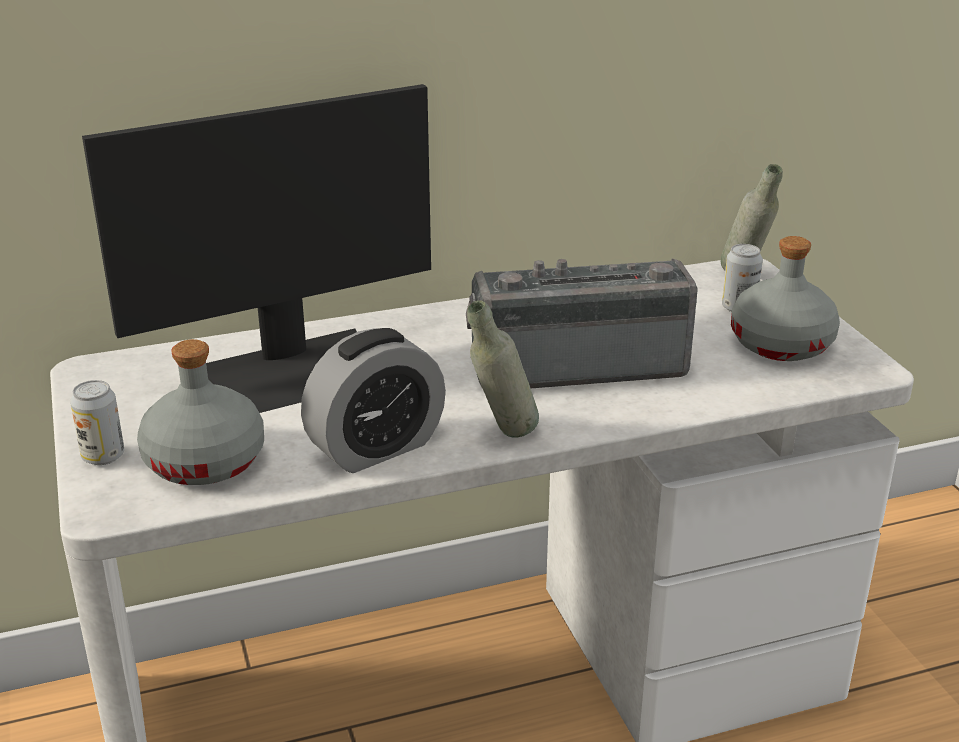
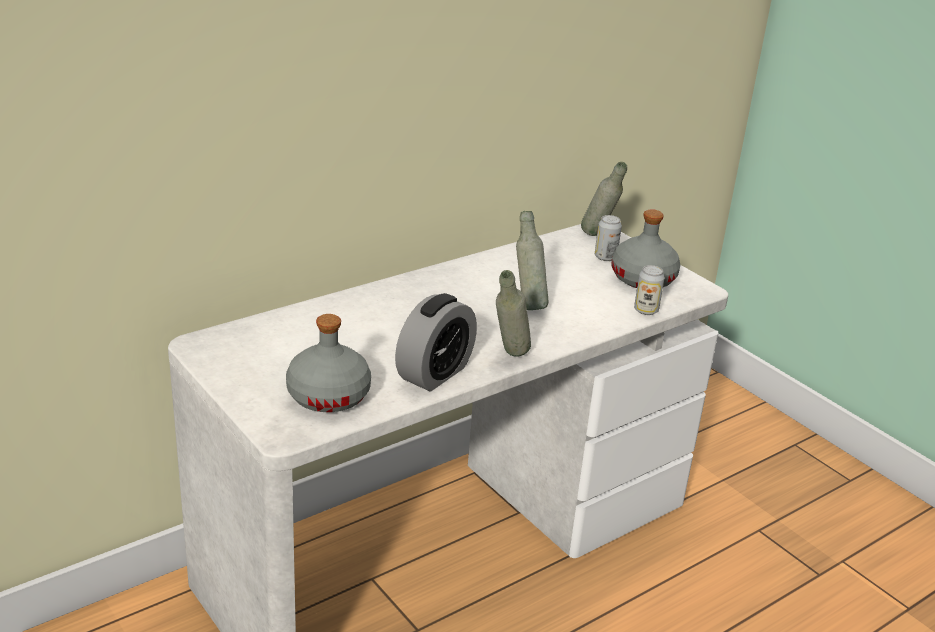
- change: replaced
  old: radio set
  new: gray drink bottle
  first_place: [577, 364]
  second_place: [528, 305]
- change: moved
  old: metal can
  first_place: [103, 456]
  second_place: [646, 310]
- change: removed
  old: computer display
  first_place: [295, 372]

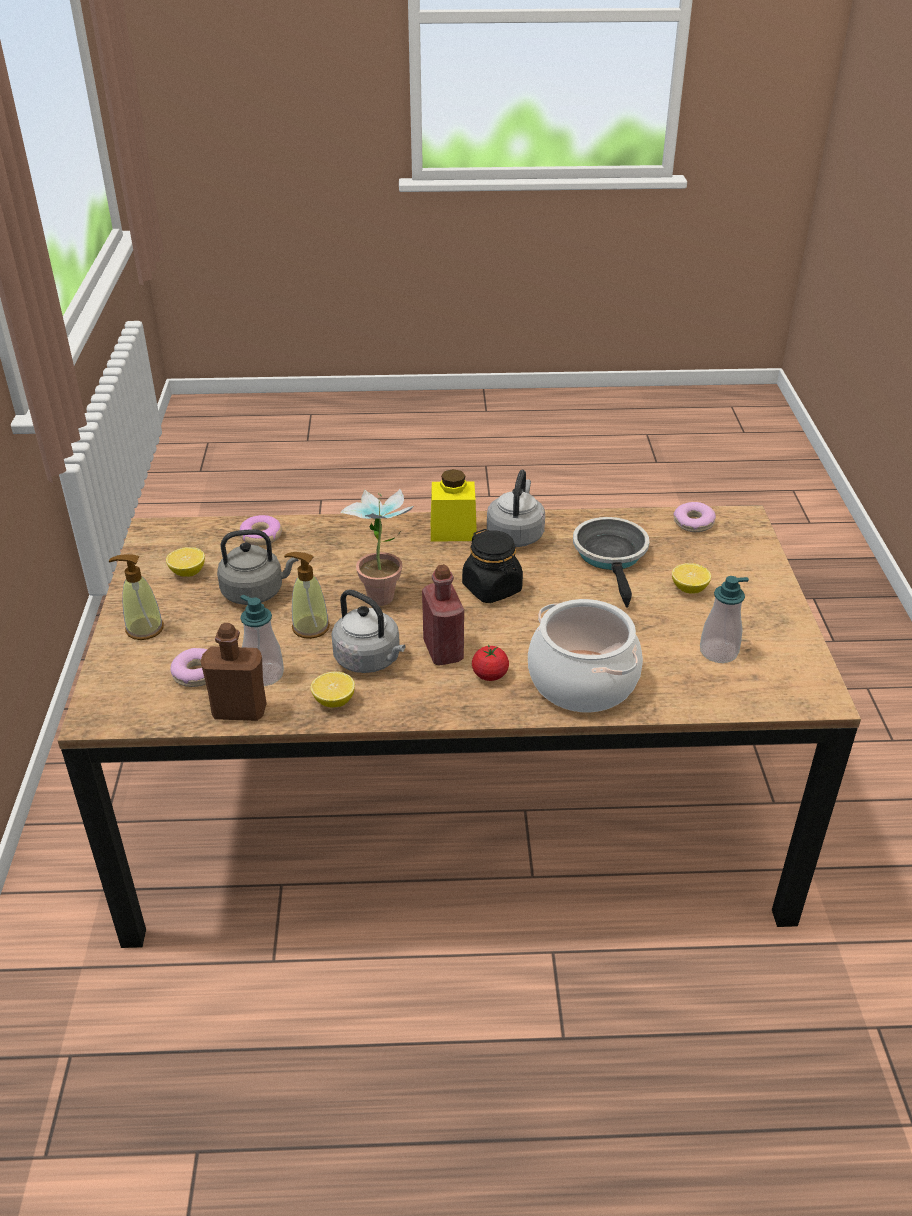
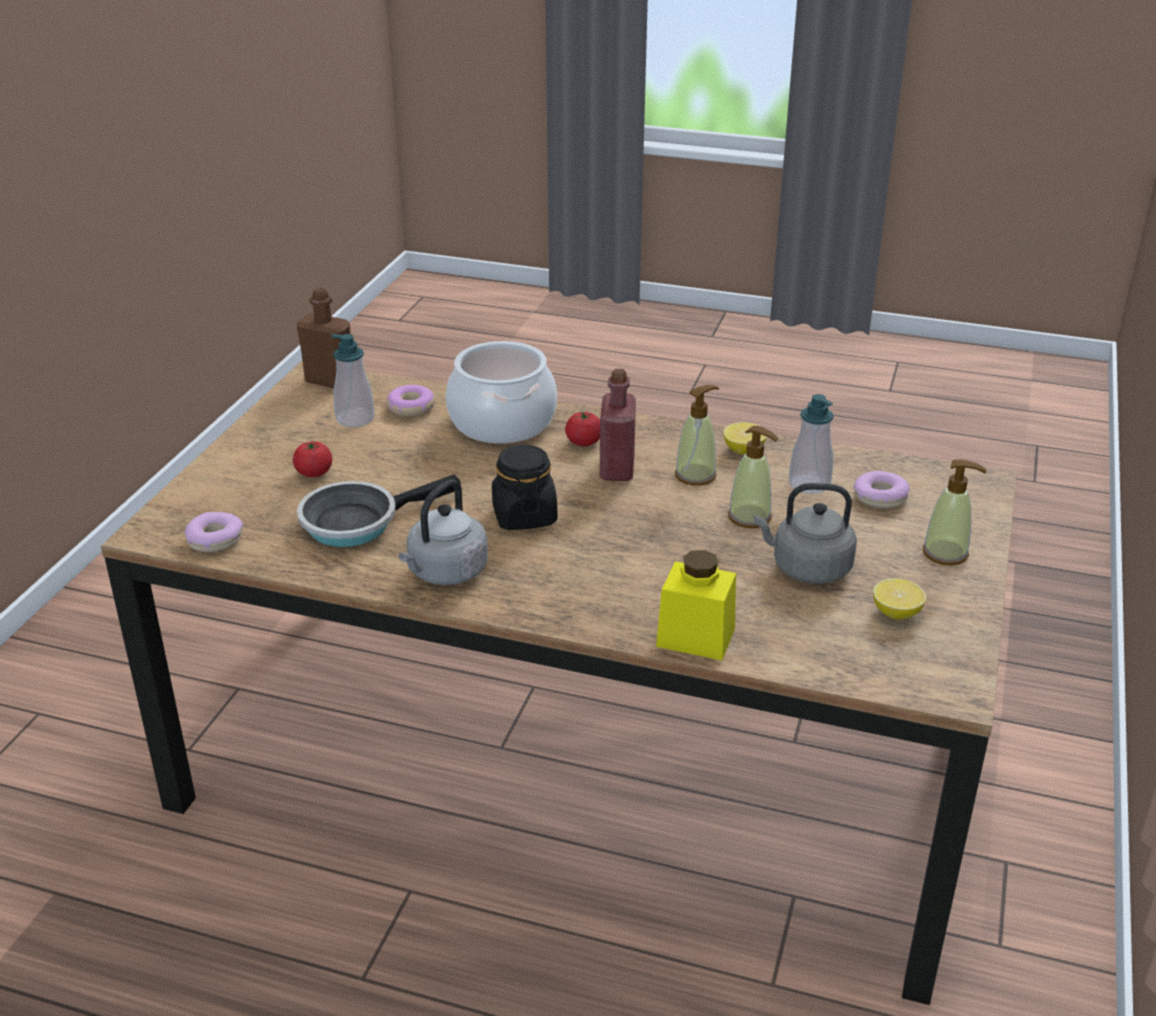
- change: replaced
  old: citrus fruit
  new: fresh tomato
  first_place: [689, 589]
  second_place: [314, 473]
- change: moved
  old: brown-coloured drink bottle
  first_place: [239, 711]
  second_place: [329, 381]
- change: turned
  old: skillet
  first_place: [611, 556]
  second_place: [357, 522]
  degrees: 45
- change: moved
  old: doughnut
  first_place: [261, 536]
  second_place: [411, 407]
- change: moved
  old: yellowish jar
  first_place: [453, 531]
  second_place: [695, 637]
- change: replaced
  old: gray tea kettle
  new: liquid soap bottle
  first_place: [370, 660]
  second_place: [695, 475]
- change: removed
  old: houseplant
  first_place: [383, 592]

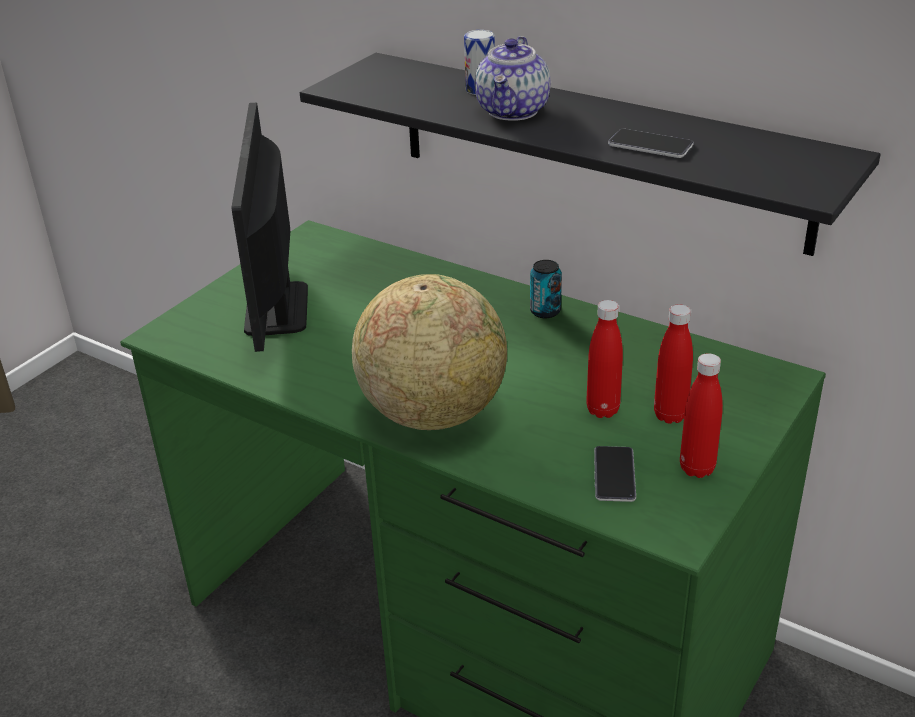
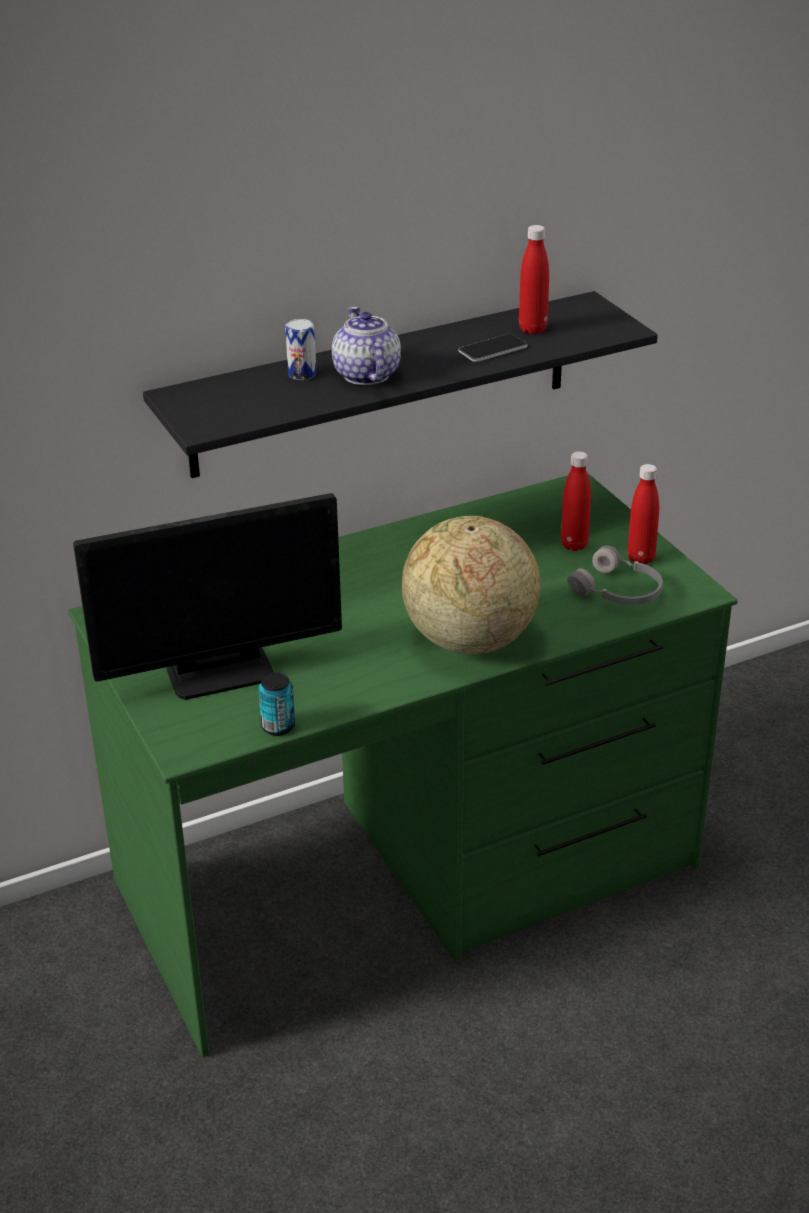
- change: turned
  old: computer display
  first_place: [277, 309]
  second_place: [220, 671]
  degrees: -45
- change: moved
  old: metal can
  first_place: [545, 311]
  second_place: [278, 726]
- change: turned
  old: teapot
  first_place: [513, 111]
  second_place: [365, 375]
  degrees: -150
- change: moved
  old: reddish drink bottle
  first_place: [602, 410]
  second_place: [532, 329]
- change: replaced
  old: telephone
  new: gray headset
  first_place: [614, 475]
  second_place: [618, 592]

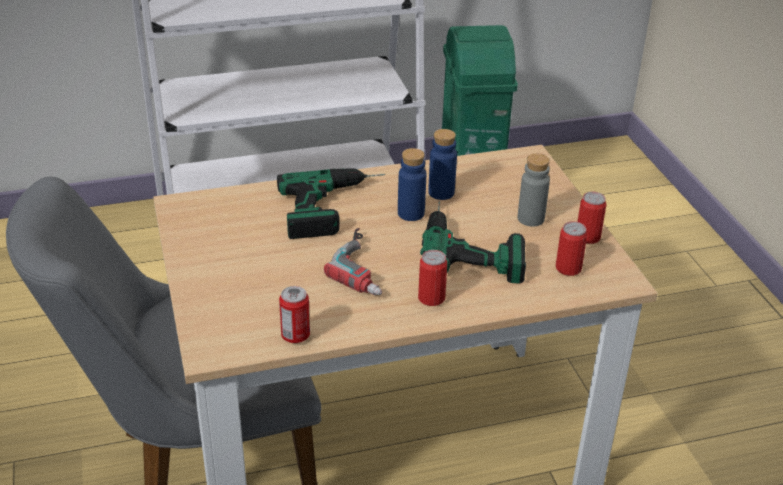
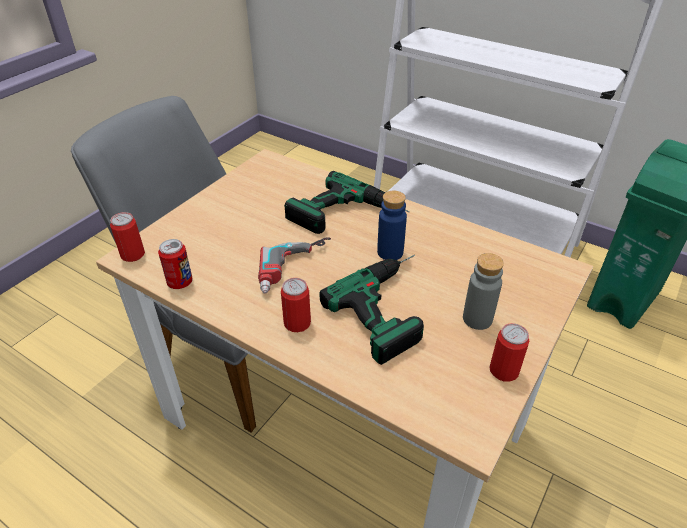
- change: moved
  old: metal can
  first_place: [568, 268]
  second_place: [133, 255]
- change: removed
  old: blue-coloured drink bottle
  first_place: [441, 193]

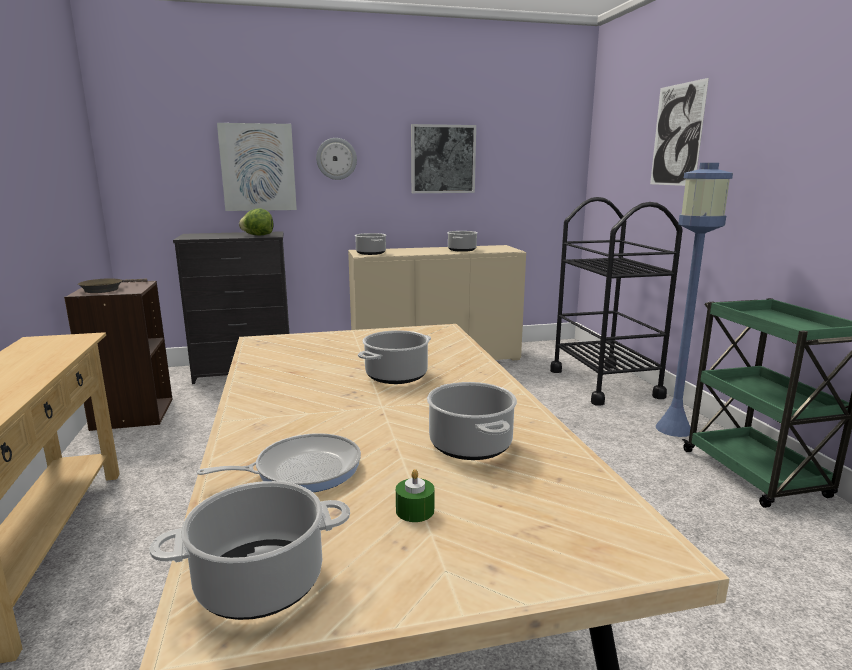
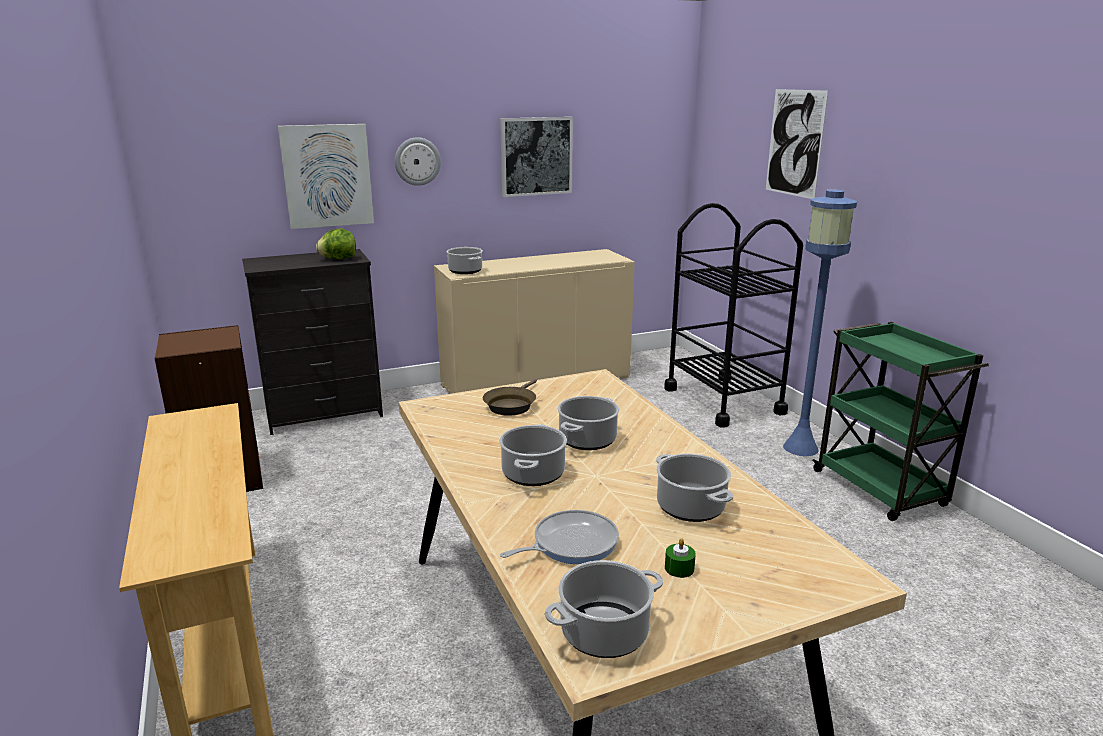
- change: moved
  old: brown-coloured skillet
  first_place: [105, 289]
  second_place: [511, 405]
- change: moved
  old: cooking pot
  first_place: [462, 250]
  second_place: [533, 473]

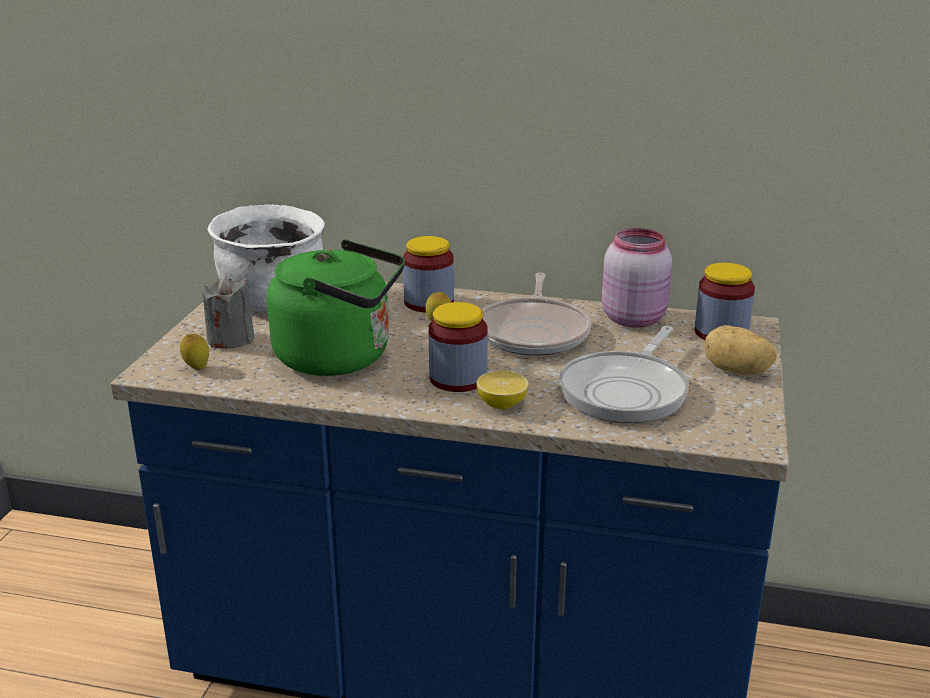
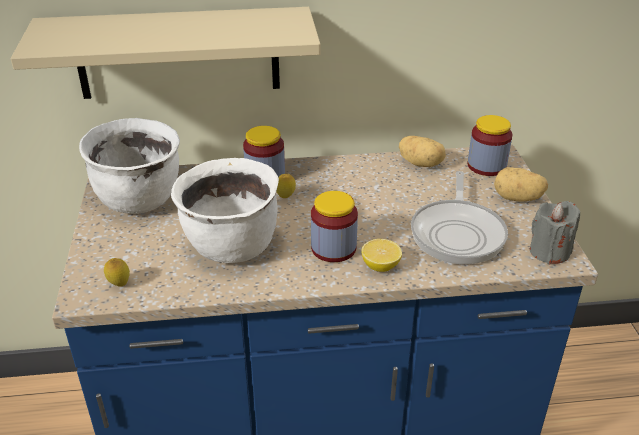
- change: added
  new: beige wall shelf
  second_place: [178, 53]
- change: replaced
  old: green tea kettle
  new: whitish cooking pot
  first_place: [341, 358]
  second_place: [231, 247]
- change: replaced
  old: pinkish jar
  new: whole potato
  first_place: [634, 318]
  second_place: [421, 163]
- change: moved
  old: gray candle
  first_place: [231, 339]
  second_place: [549, 252]
- change: removed
  old: skillet
  first_place: [534, 332]

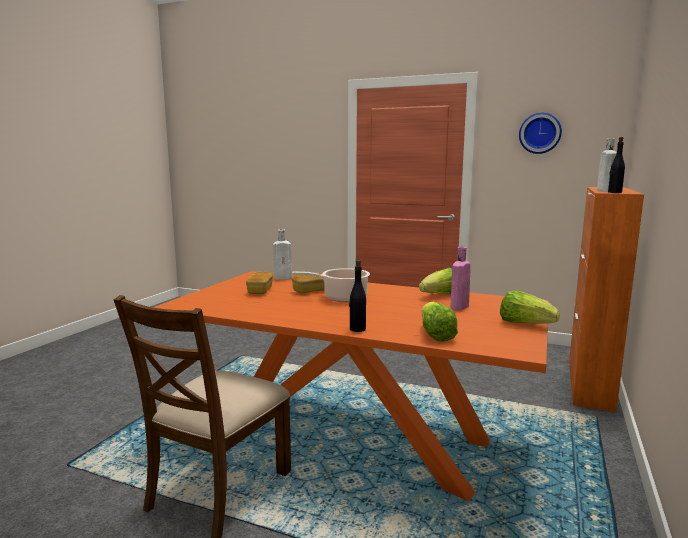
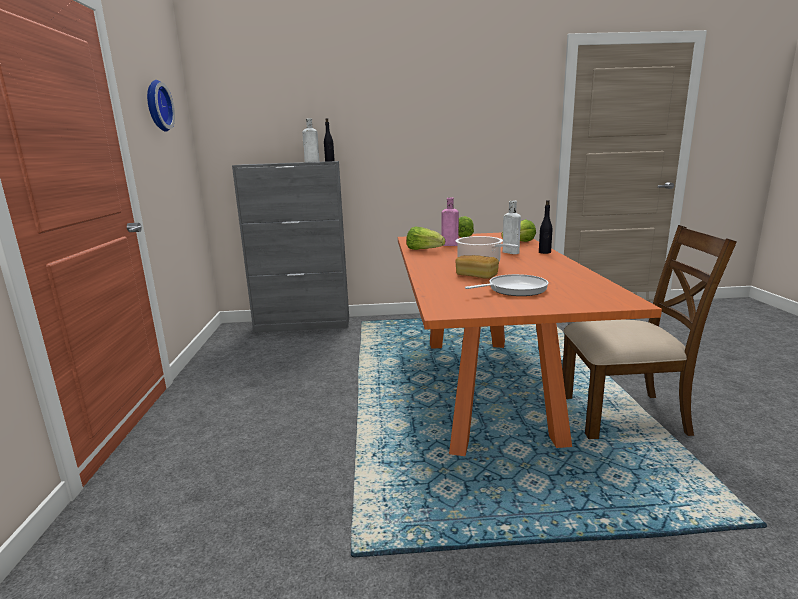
- change: recoloured
  old: orange cupboard
  new: gray cupboard
  first_place: [589, 383]
  second_place: [303, 325]
- change: replaced
  old: baked bread
  new: skillet
  first_place: [260, 291]
  second_place: [514, 289]
- change: moved
  old: whitish drink bottle
  first_place: [284, 278]
  second_place: [509, 252]

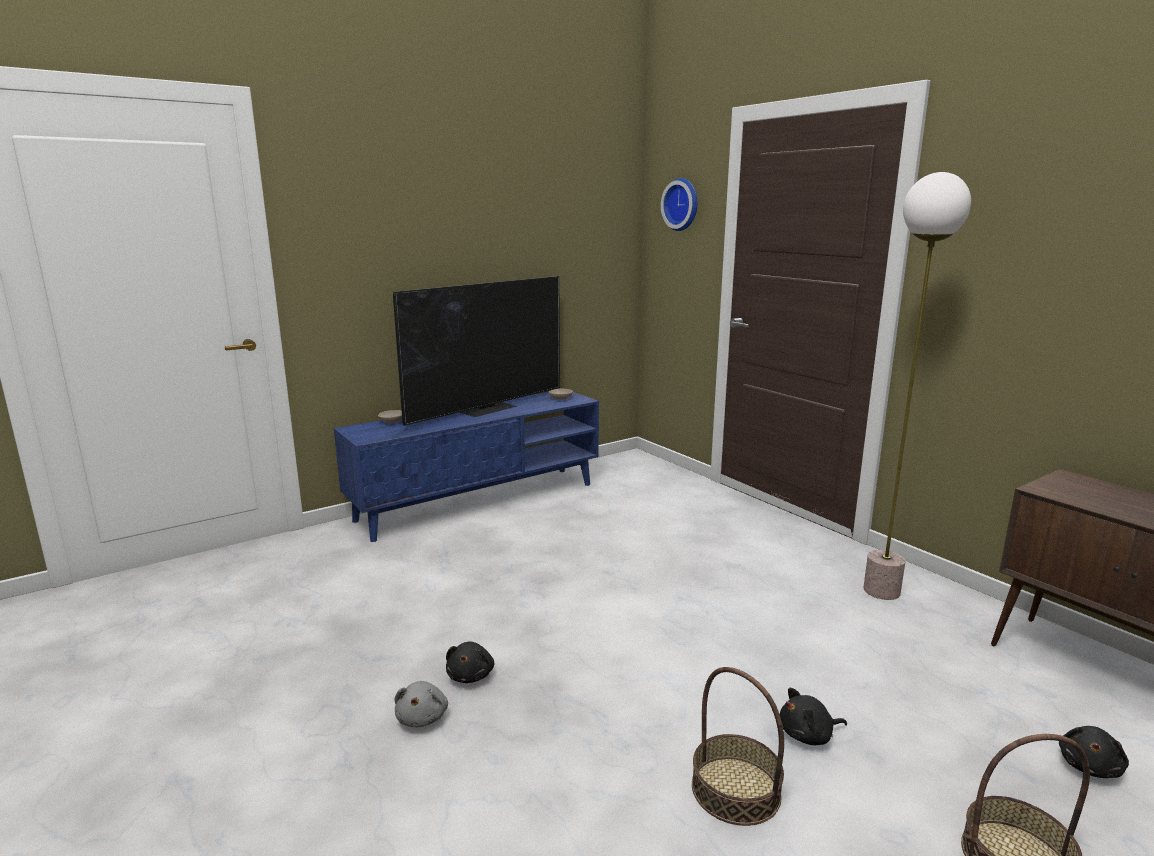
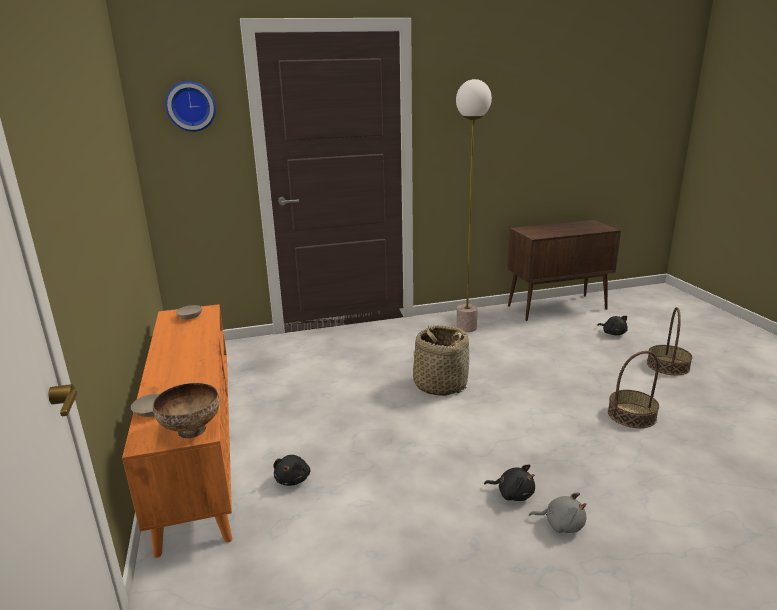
- change: recoloured
  old: blue-coloured media console
  new: orange media console
  first_place: [479, 501]
  second_place: [197, 451]
- change: added
  new: serving bowl
  second_place: [190, 431]
- change: moved
  old: blackish plush toy
  first_place: [808, 735]
  second_place: [293, 479]
- change: added
  new: household basket
  second_place: [440, 384]
- change: removed
  old: TV set
  first_place: [487, 408]

